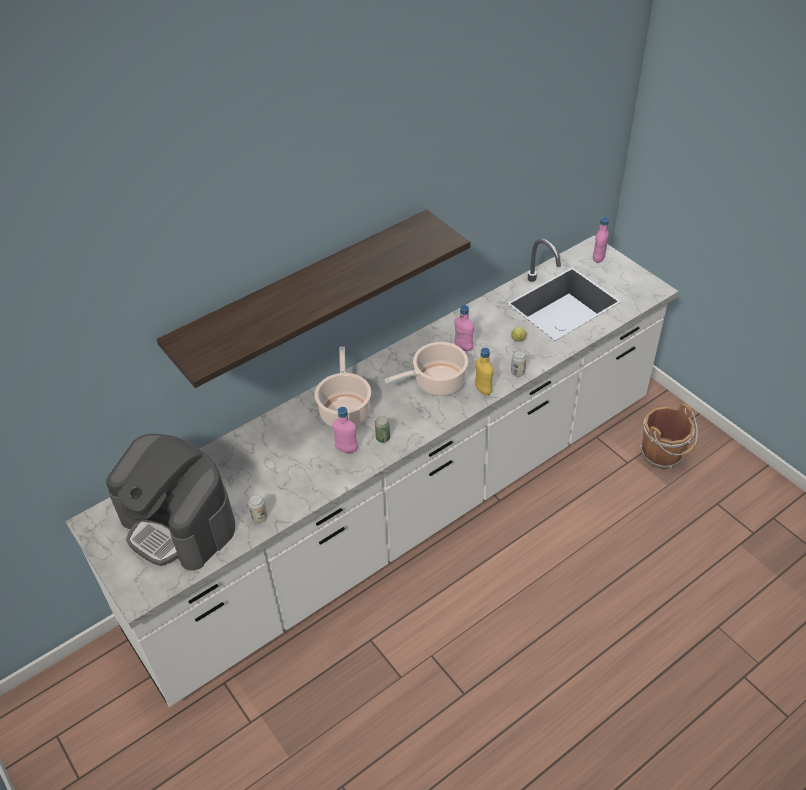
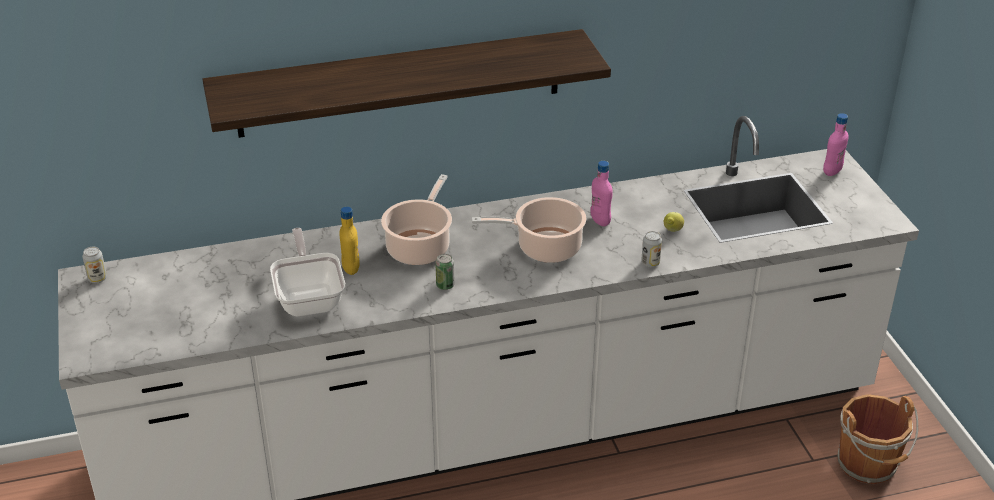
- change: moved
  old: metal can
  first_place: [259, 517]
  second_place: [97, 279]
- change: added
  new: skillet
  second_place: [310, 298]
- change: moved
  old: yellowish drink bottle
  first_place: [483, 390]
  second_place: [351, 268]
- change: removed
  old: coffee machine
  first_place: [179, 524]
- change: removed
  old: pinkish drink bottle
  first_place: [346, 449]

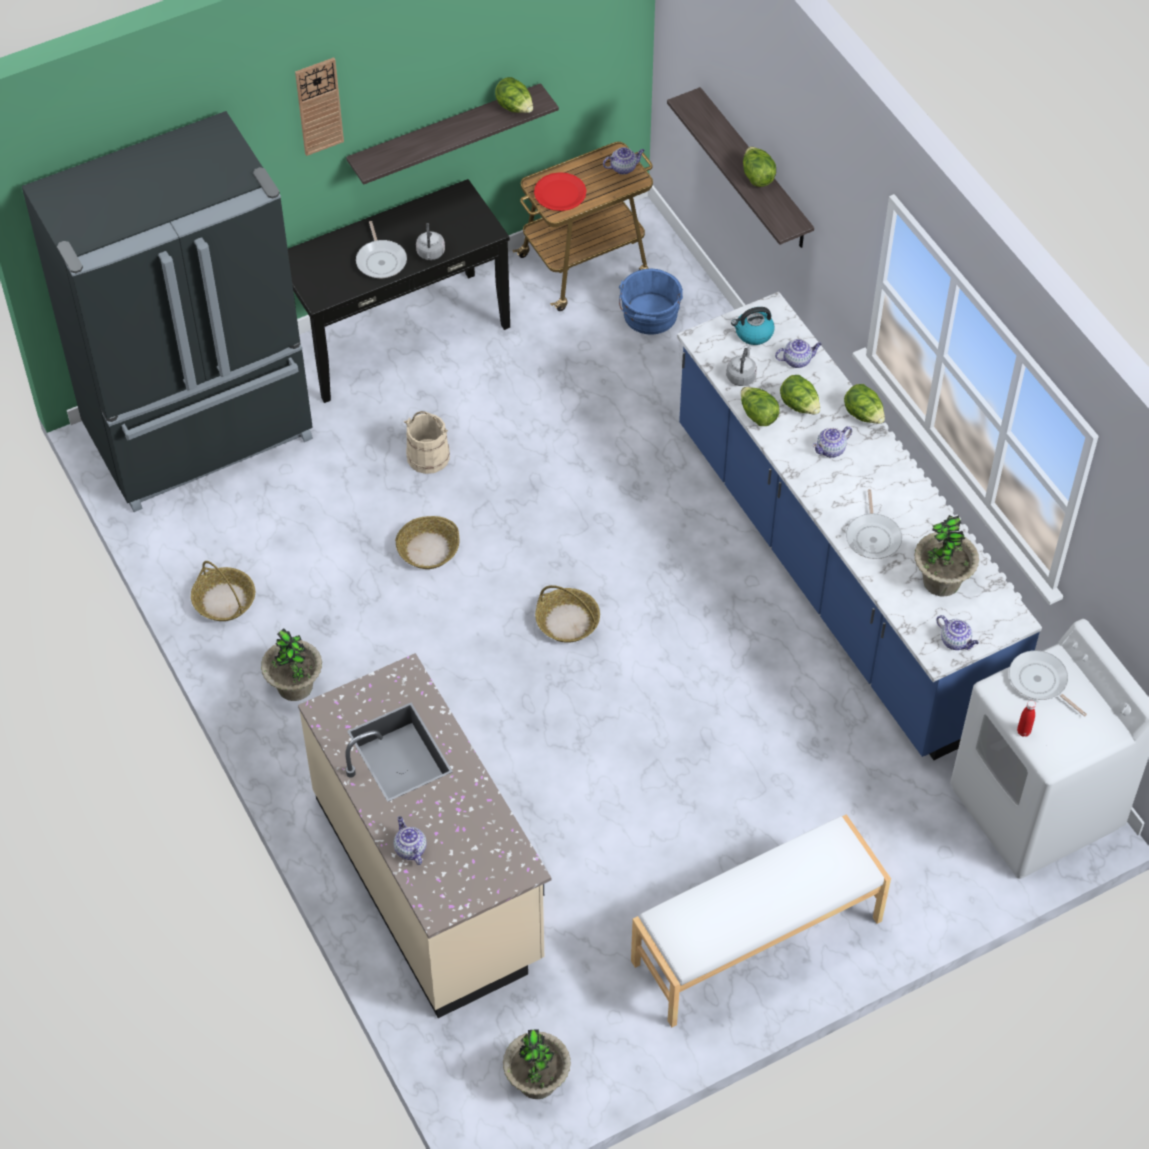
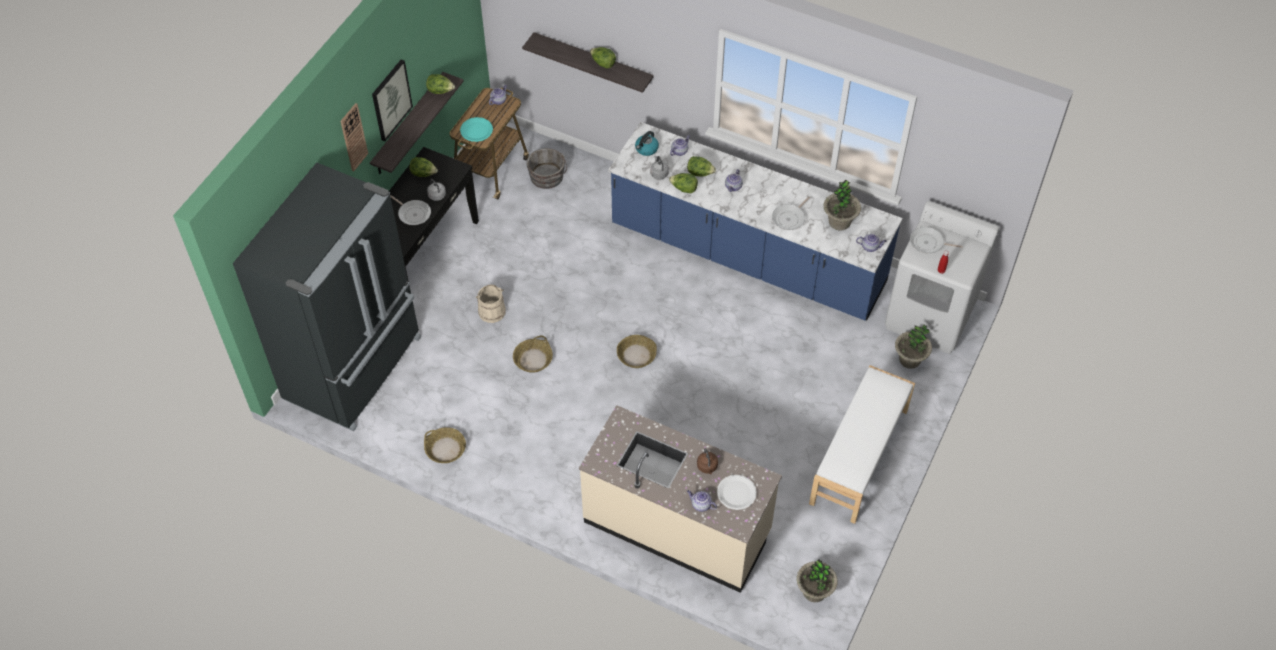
- change: added
  new: wall art
  second_place: [391, 99]
- change: moved
  old: lettuce head
  first_place: [863, 415]
  second_place: [423, 173]
- change: recoloured
  old: reddish dinner plate
  new: turquoise dinner plate
  first_place: [560, 193]
  second_place: [476, 130]
- change: recoloured
  old: blue-coloured water bucket
  new: gray water bucket
  first_place: [649, 317]
  second_place: [547, 178]
- change: added
  new: brown-coloured tea kettle
  second_place: [707, 467]
- change: added
  new: whitish dinner plate
  second_place: [736, 493]
- change: turned
  old: skillet
  first_place: [873, 536]
  second_place: [790, 218]
  degrees: 75
- change: moved
  old: houseplant
  first_place: [295, 686]
  second_place: [909, 360]

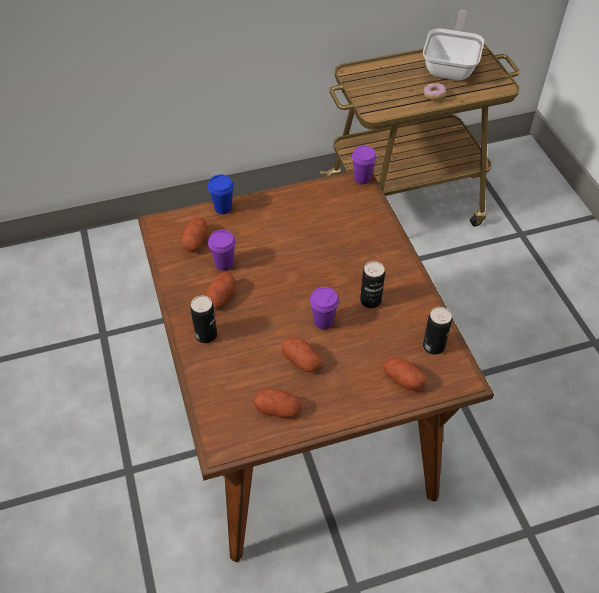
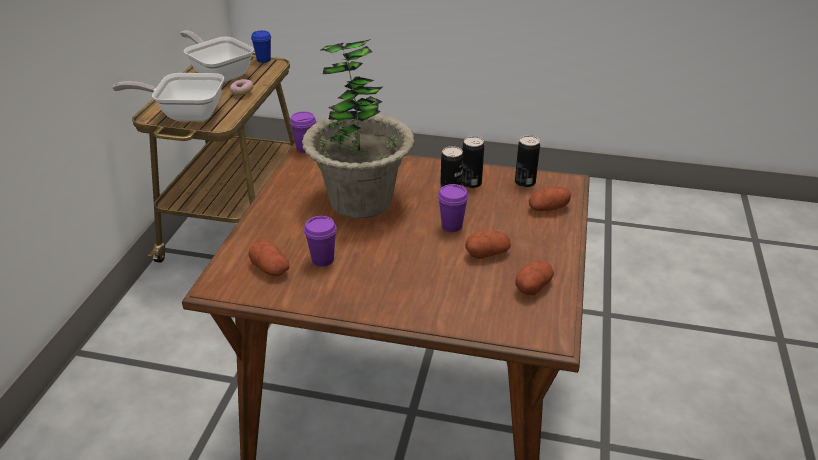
- change: added
  new: skillet
  second_place: [186, 114]
- change: moved
  old: blue-coloured cup
  first_place: [223, 208]
  second_place: [263, 60]
- change: added
  new: houseplant
  second_place: [361, 200]
- change: moved
  old: metal can
  first_place: [206, 335]
  second_place: [471, 183]
- change: removed
  old: whole potato
  first_place: [220, 297]

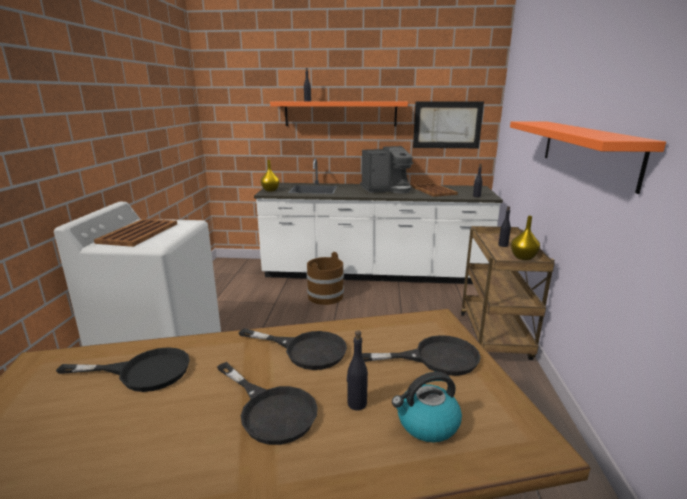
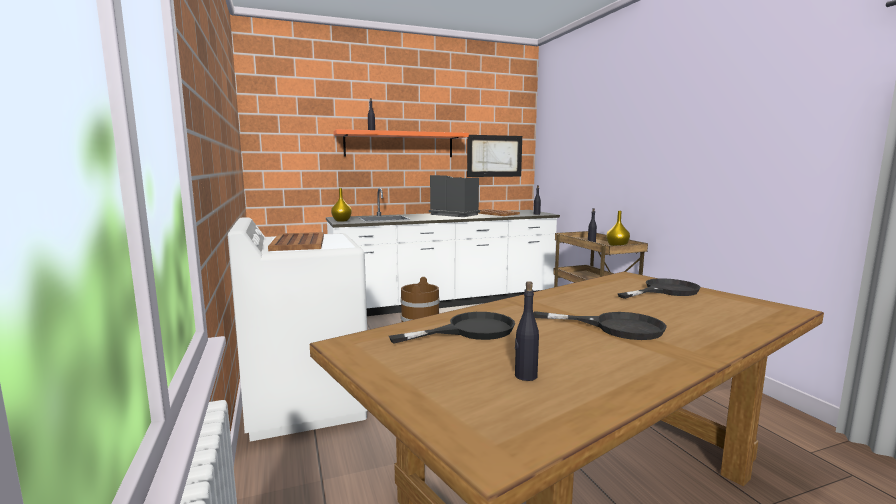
- change: turned
  old: coffee machine
  first_place: [386, 189]
  second_place: [454, 215]
  degrees: -105
- change: moved
  old: blackish drink bottle
  first_place: [356, 403]
  second_place: [525, 376]
- change: removed
  old: blackish skillet
  first_place: [305, 350]
- change: removed
  old: tea kettle
  first_place: [426, 424]
- change: removed
  old: orange wall shelf
  first_place: [586, 150]

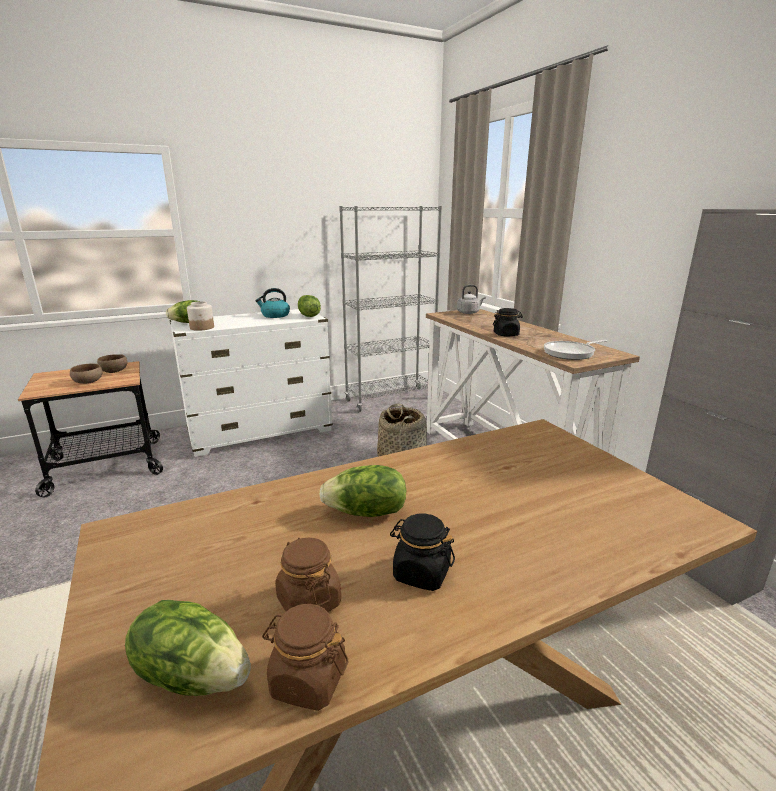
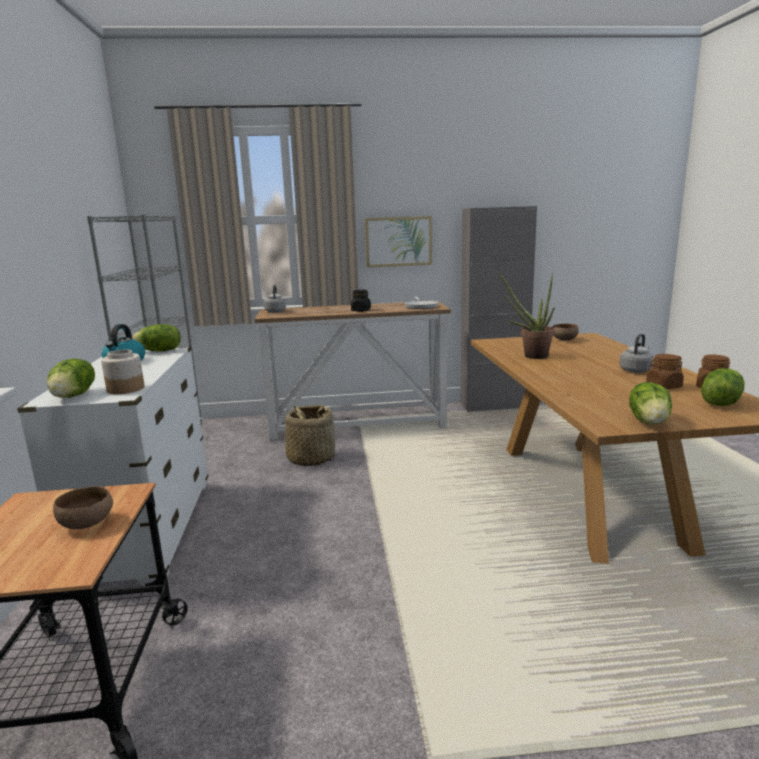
- change: added
  new: wall art
  second_place: [398, 241]
- change: added
  new: houseplant
  second_place: [530, 356]
- change: moved
  old: brown-coloured serving bowl
  first_place: [114, 371]
  second_place: [564, 340]
- change: replaced
  old: blackish jar
  new: gray tea kettle
  first_place: [421, 573]
  second_place: [636, 370]
- change: moved
  old: lettuce head
  first_place: [367, 513]
  second_place: [650, 422]

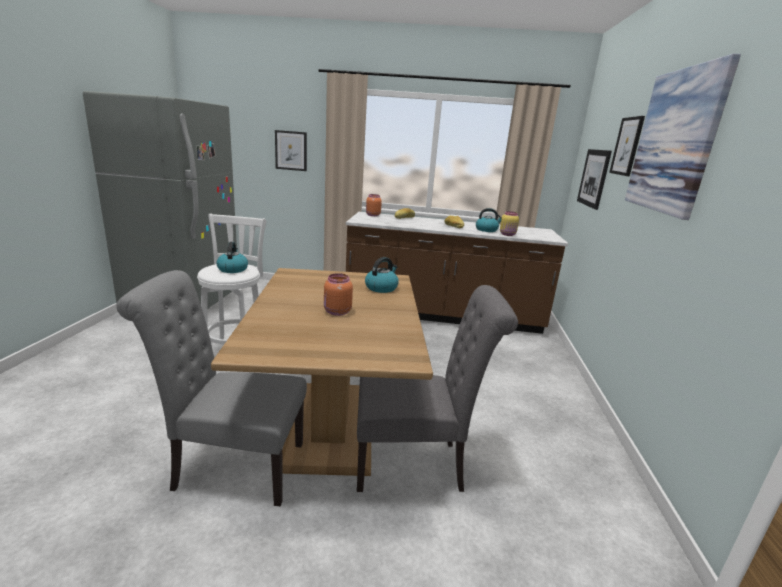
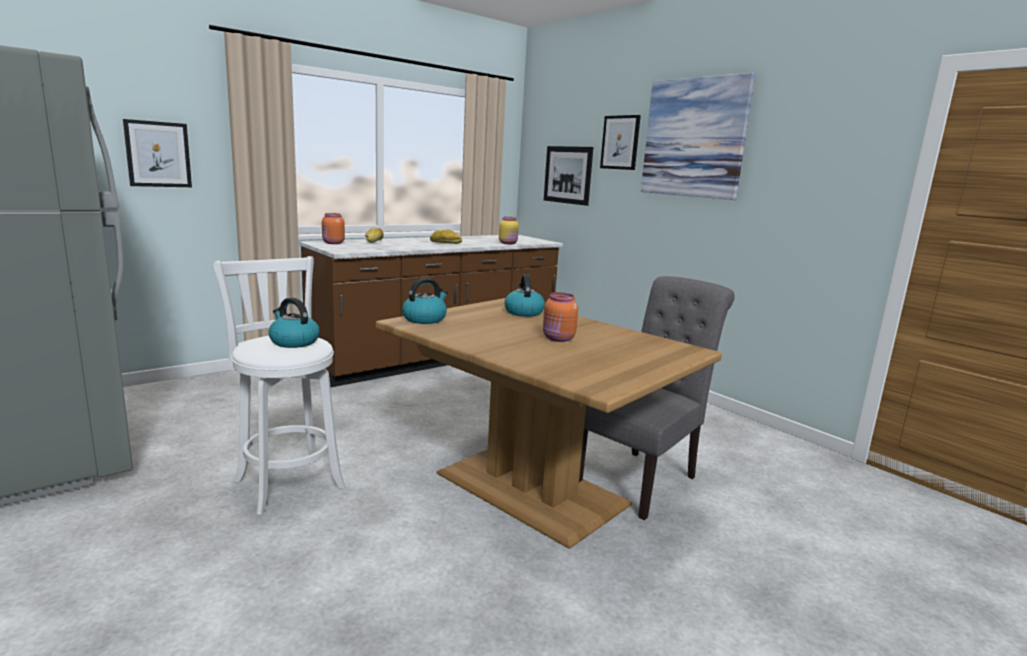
- change: moved
  old: tea kettle
  first_place: [487, 230]
  second_place: [425, 319]
- change: removed
  old: gray chair
  first_place: [232, 468]

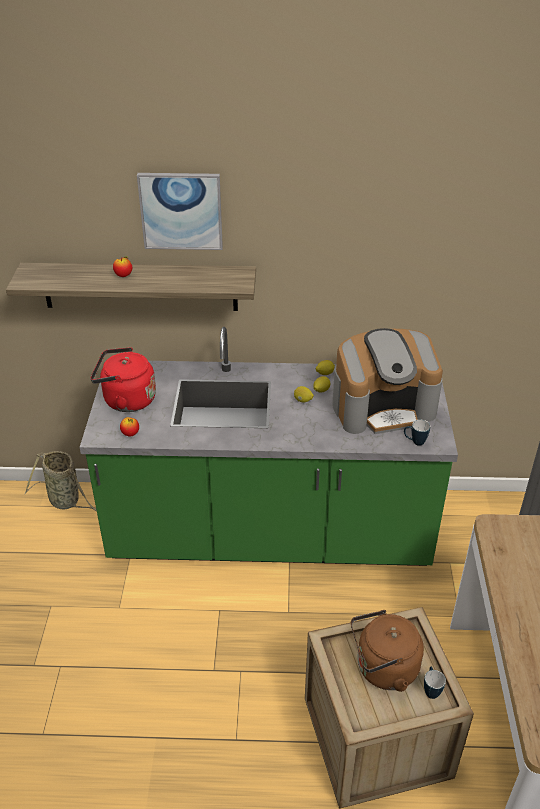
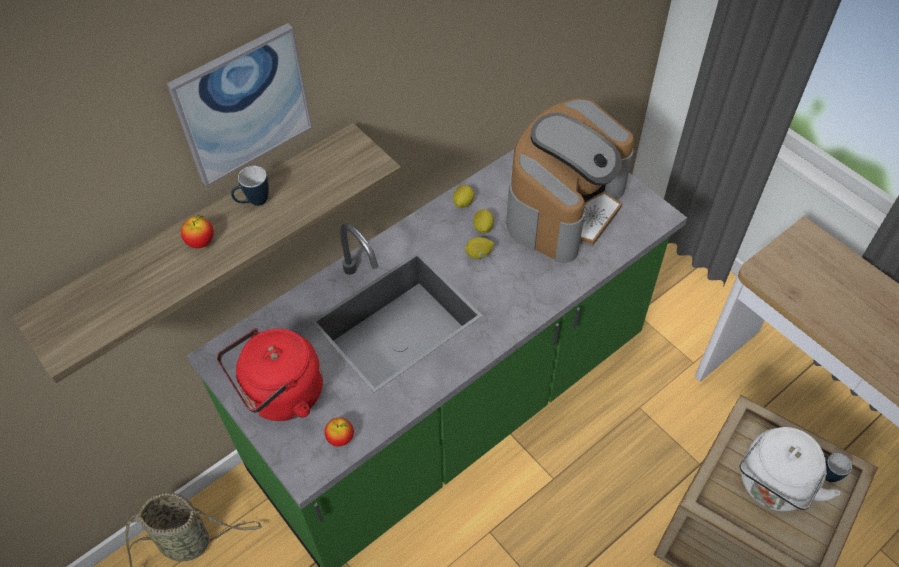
- change: moved
  old: tea mug
  first_place: [415, 442]
  second_place: [254, 202]
- change: recoloured
  old: brown-coloured tea kettle
  new: whitish tea kettle
  first_place: [383, 669]
  second_place: [772, 486]

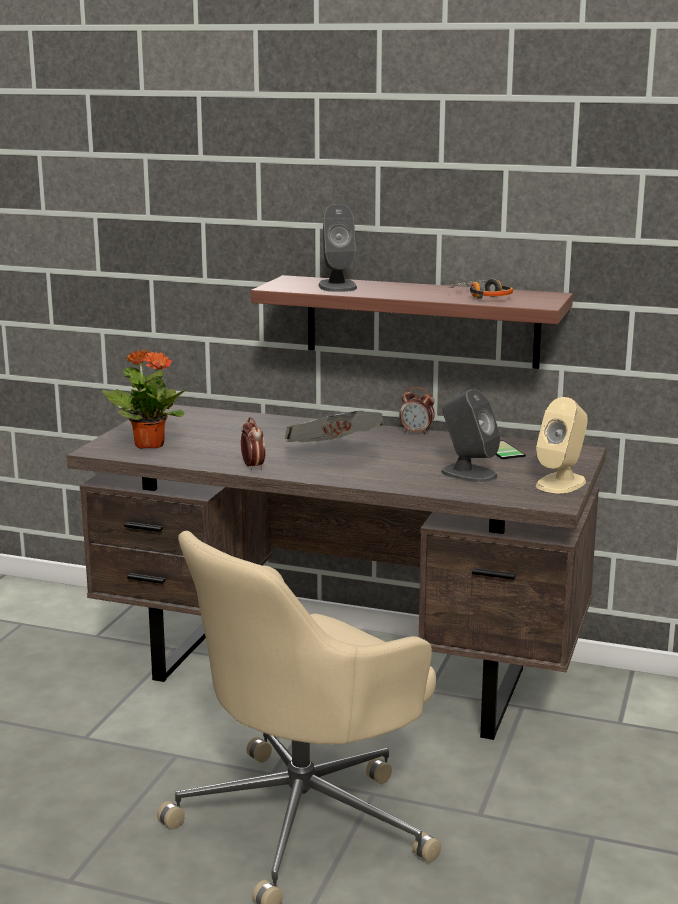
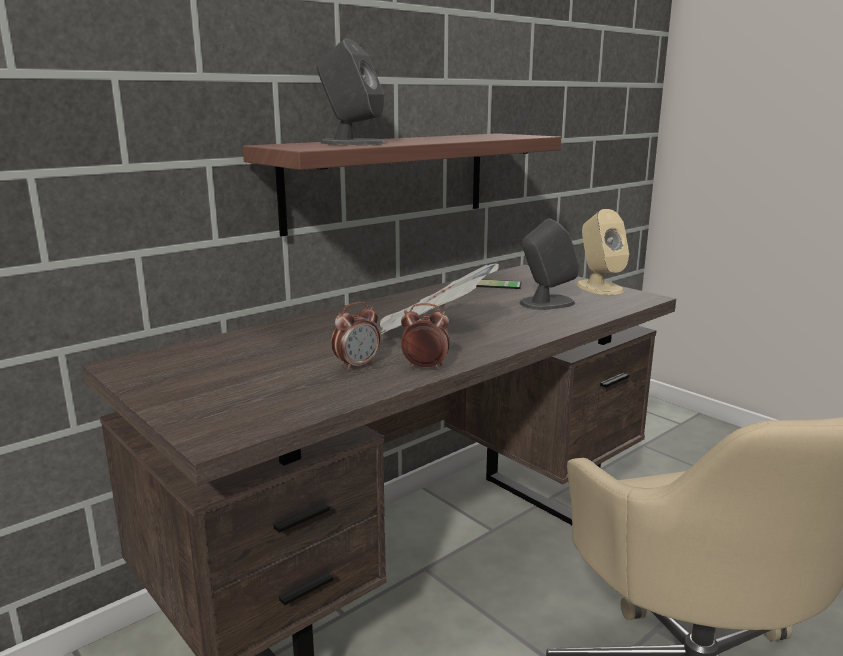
- change: moved
  old: bedside clock
  first_place: [416, 432]
  second_place: [357, 366]
- change: removed
  old: houseplant
  first_place: [149, 444]
- change: removed
  old: headset
  first_place: [483, 296]

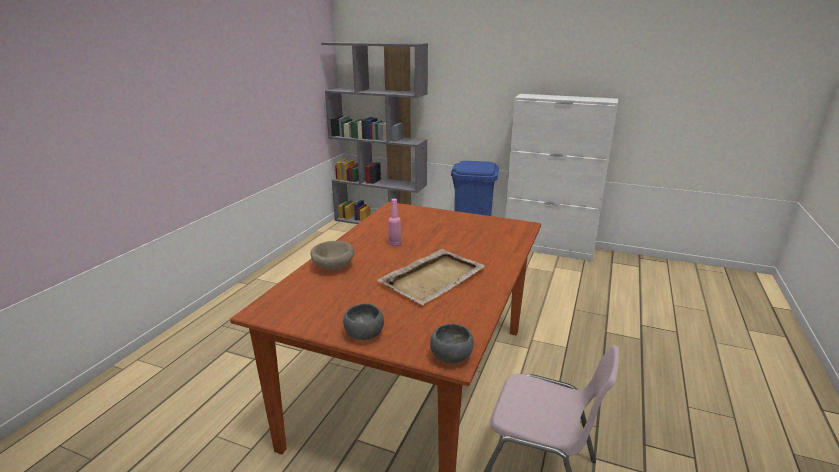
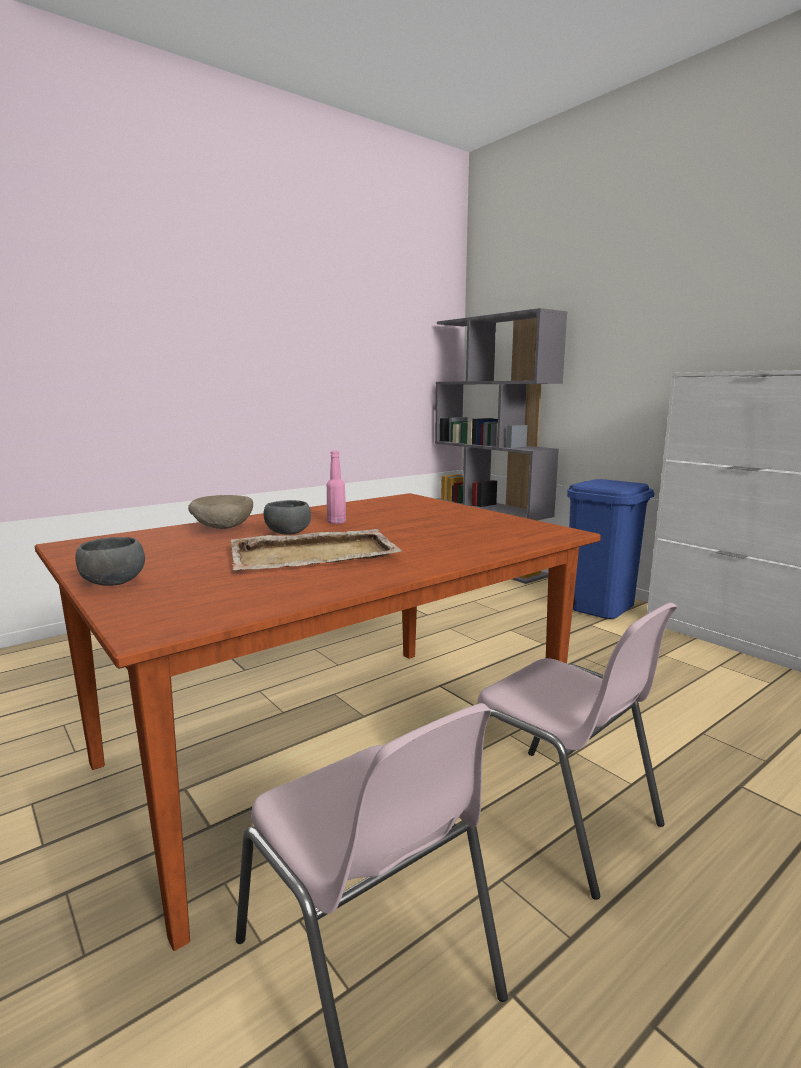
- change: moved
  old: gray serving bowl
  first_place: [452, 358]
  second_place: [288, 533]
- change: added
  new: pinkish chair
  second_place: [559, 818]

